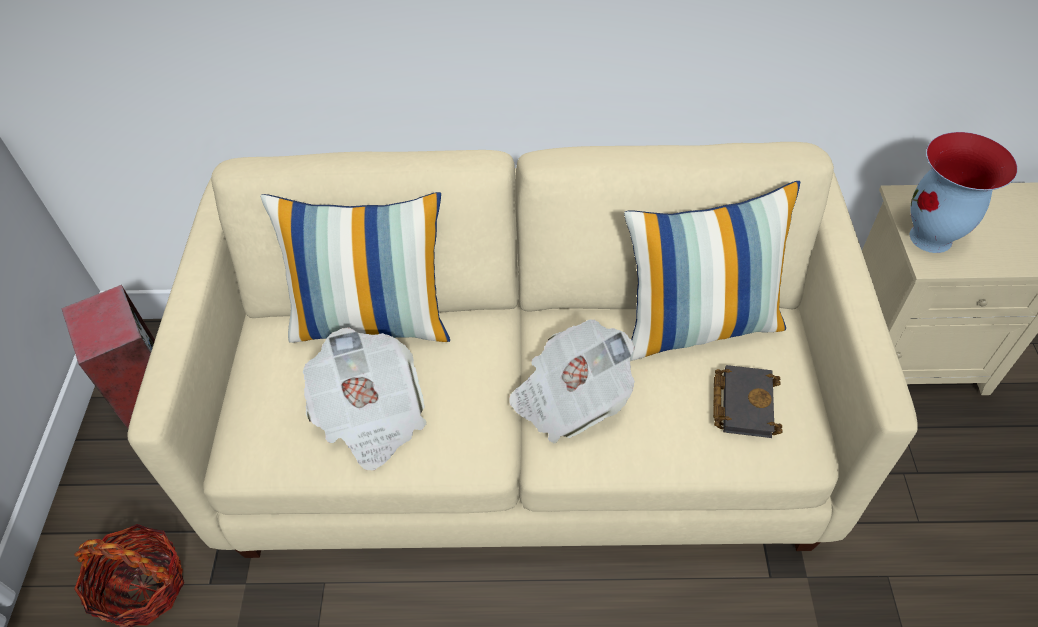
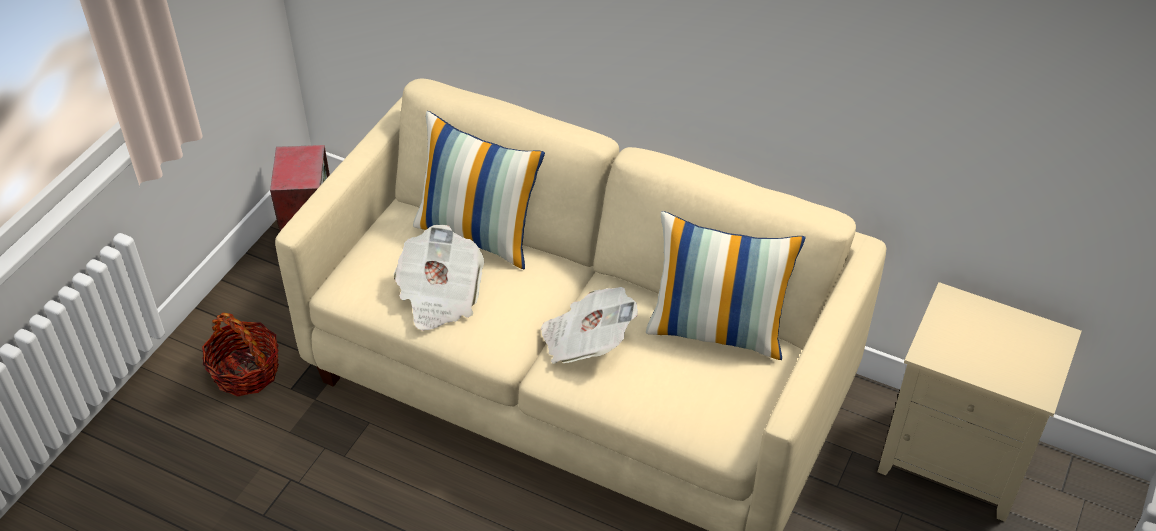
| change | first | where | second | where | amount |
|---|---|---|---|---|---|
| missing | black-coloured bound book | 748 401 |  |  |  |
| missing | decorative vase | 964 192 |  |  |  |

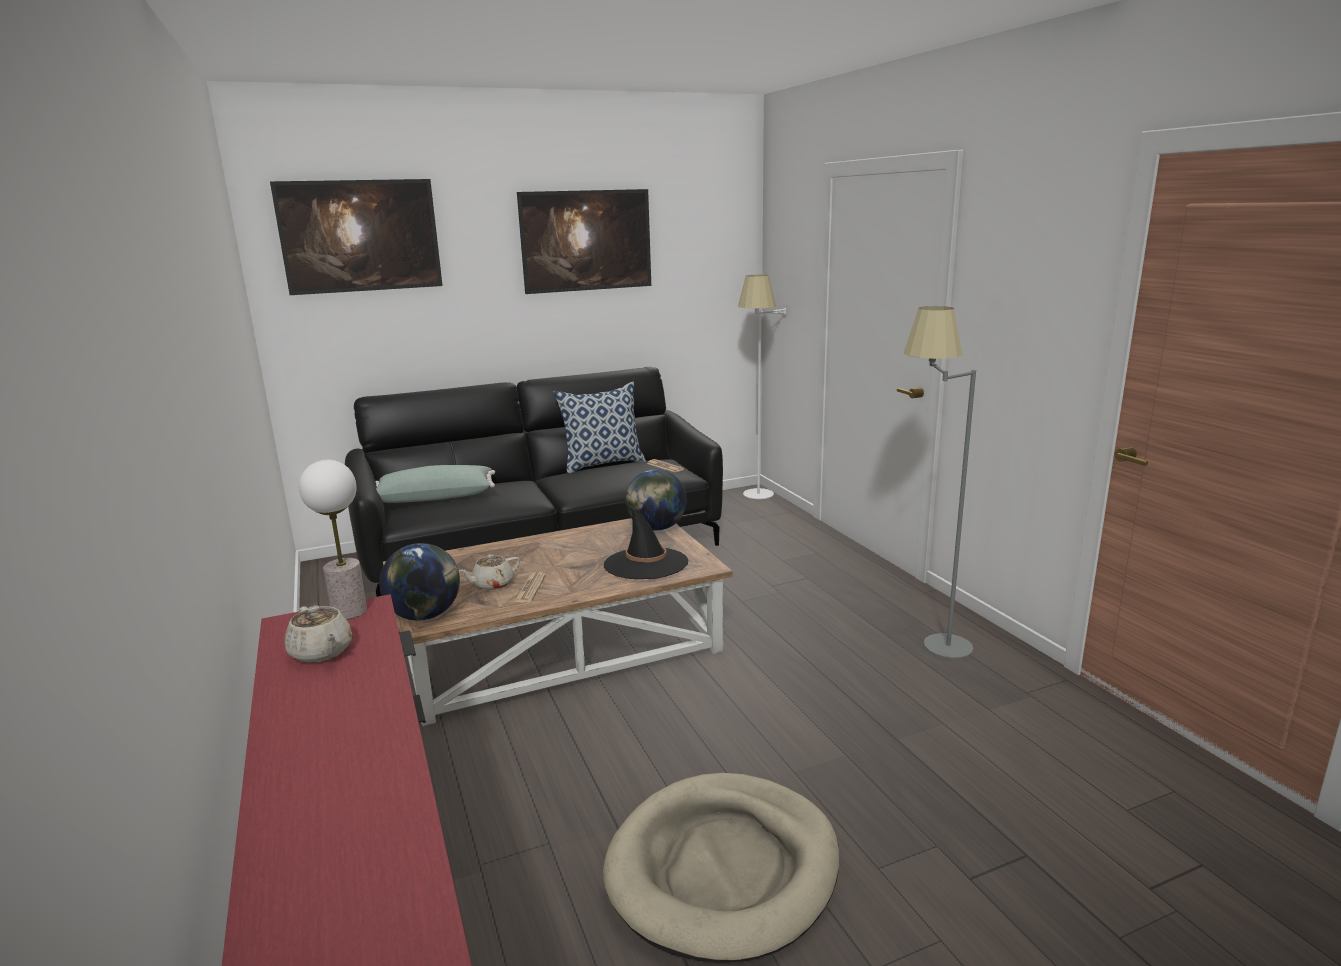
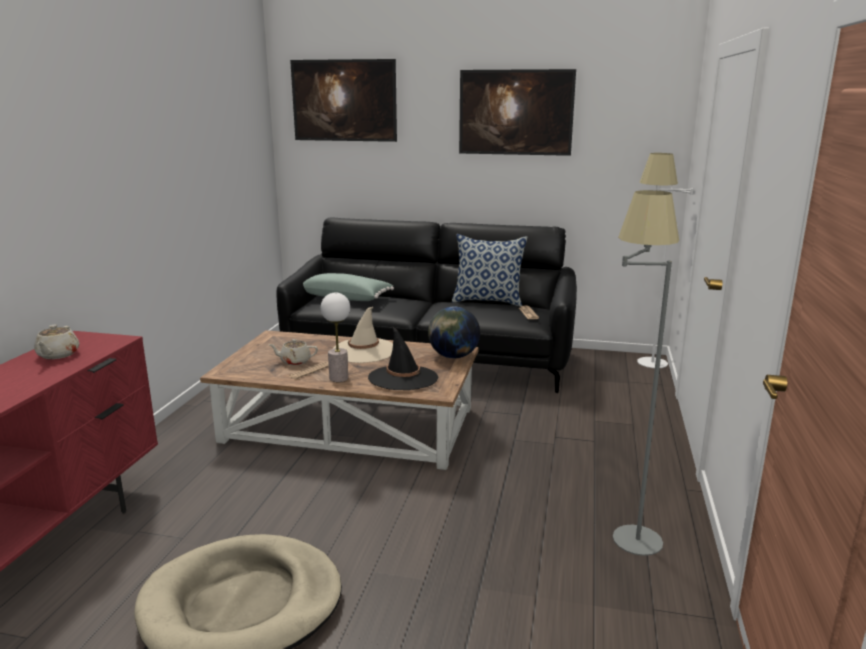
| change | first | where | second | where | amount |
|---|---|---|---|---|---|
| relocated | tabletop lamp | 333 539 |  | 335 337 |  |
| appeared |  |  | sand-coloured wearable hat | 363 335 |  |
| missing | world globe | 419 582 |  |  |  |

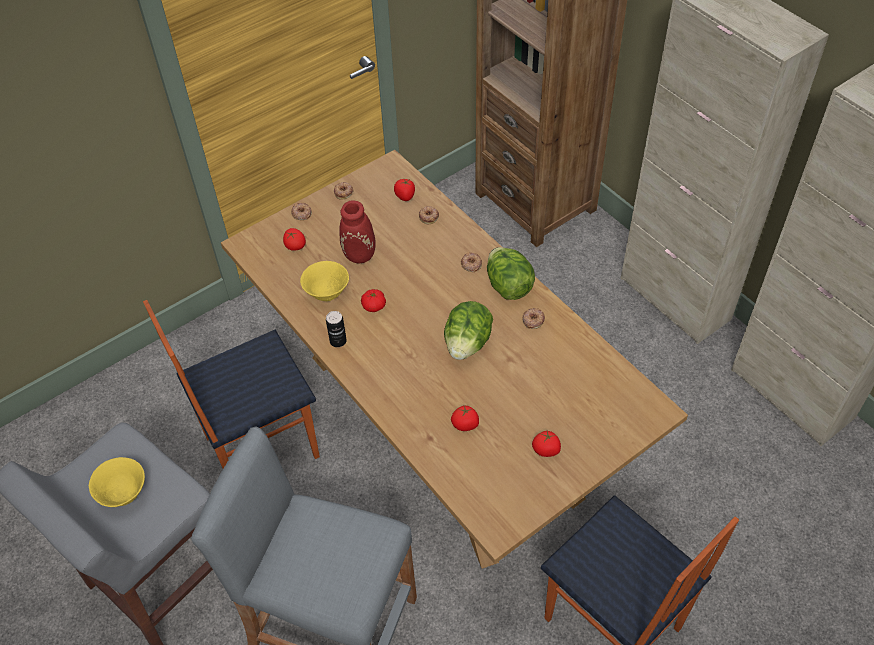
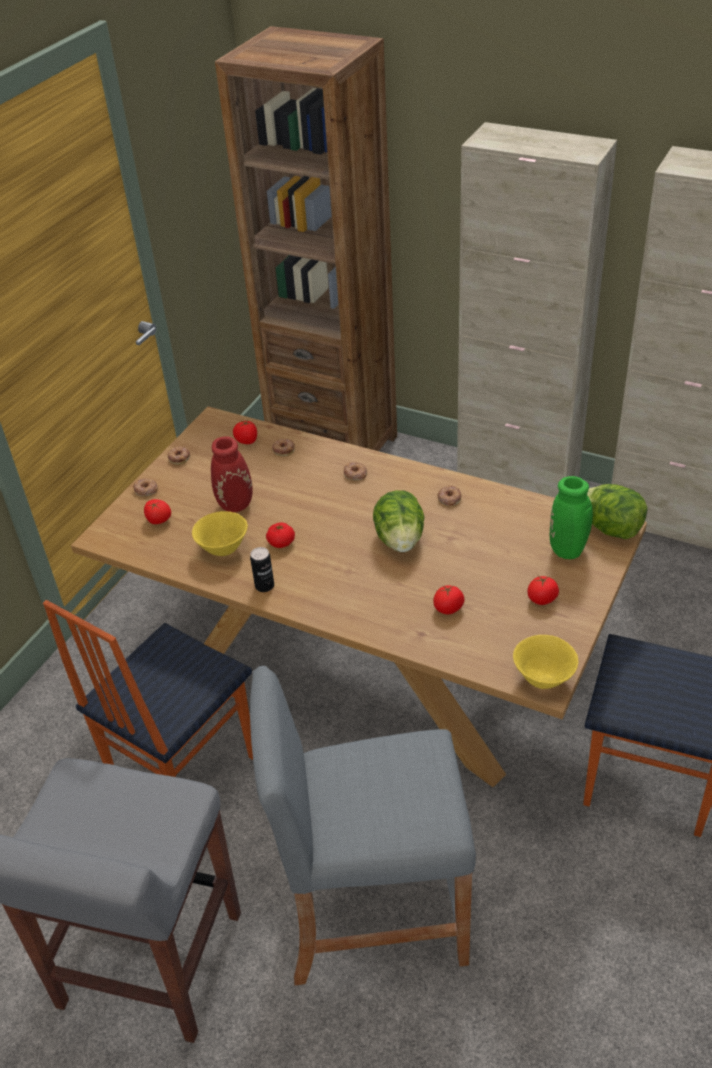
| change | first | where | second | where | amount |
|---|---|---|---|---|---|
| relocated | yellow-coloured deep dish | 117 482 |  | 545 662 |  |
| appeared |  |  | green decorative vase | 582 517 |  |
| relocated | lettuce head | 511 273 |  | 617 511 |  |

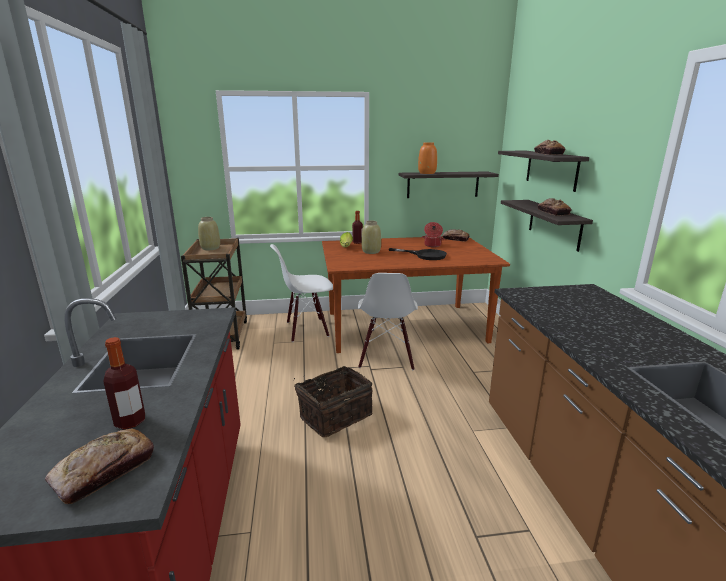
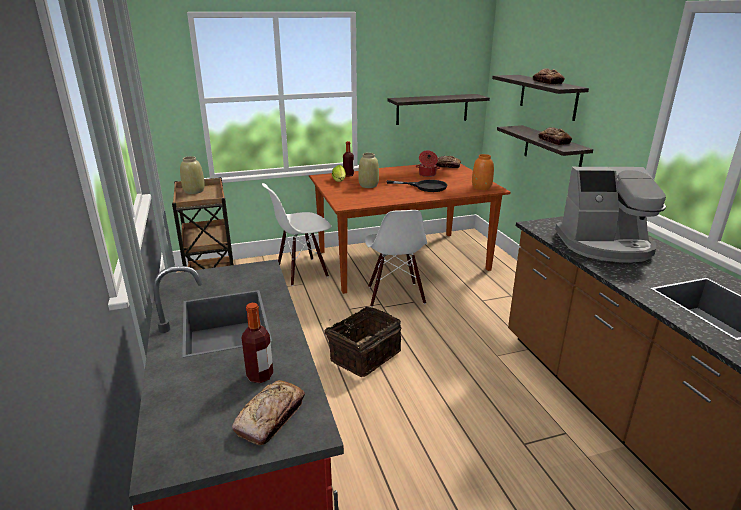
| change | first | where | second | where | amount |
|---|---|---|---|---|---|
| relocated | orangey decorative vase | 427 158 |  | 483 172 |  |
| appeared |  |  | coffee brewer | 610 214 |  |

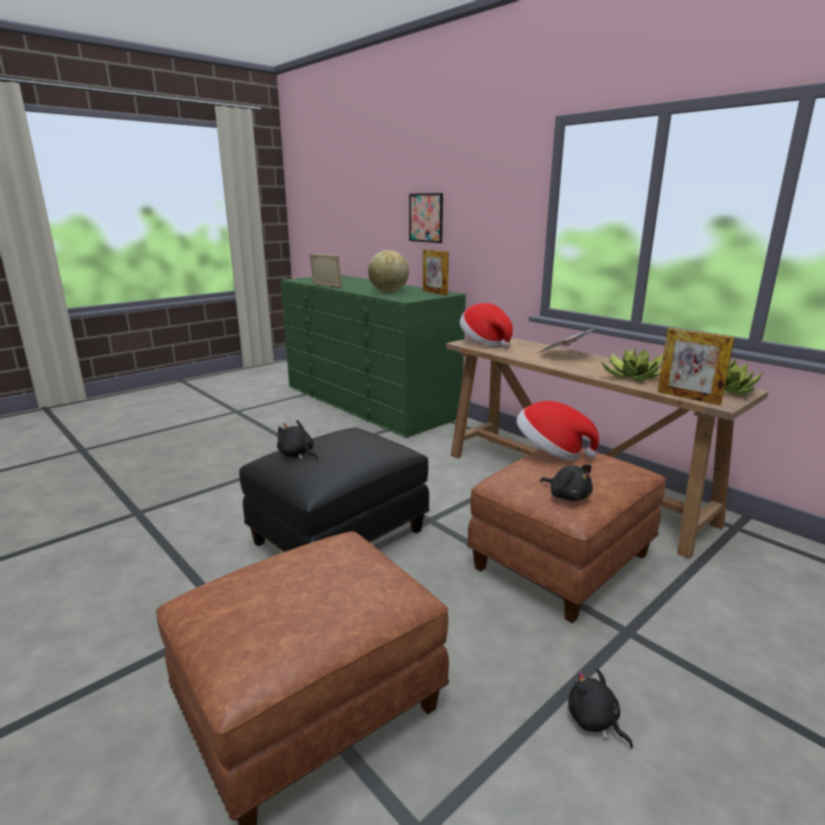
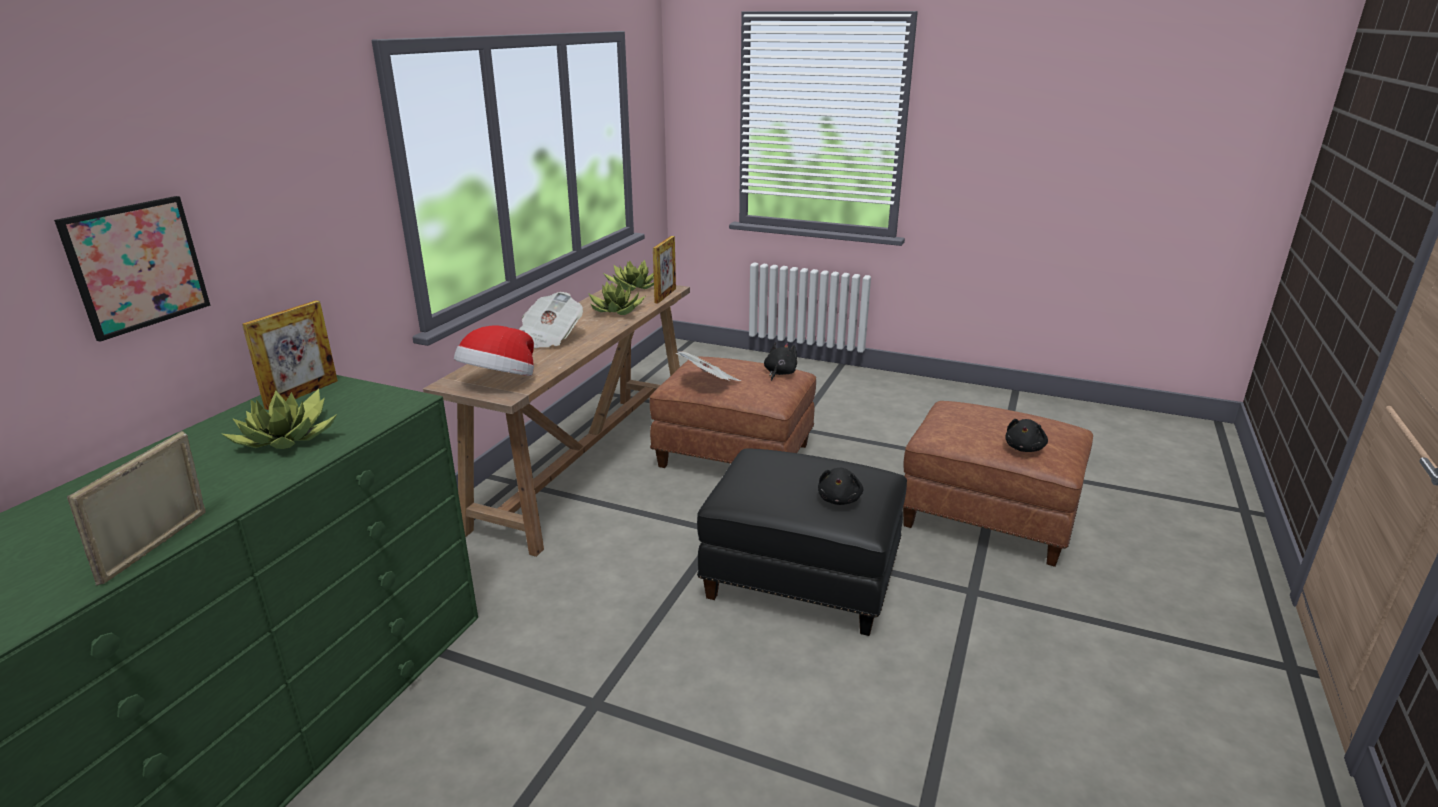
| change | first | where | second | where | amount |
|---|---|---|---|---|---|
| exchanged | world globe | 388 271 | potted plant | 279 419 |  |
| exchanged | wearable hat | 557 431 | printed paper | 708 366 |  |
| relocated | black-coloured cuddly toy | 600 708 |  | 1026 435 |  |

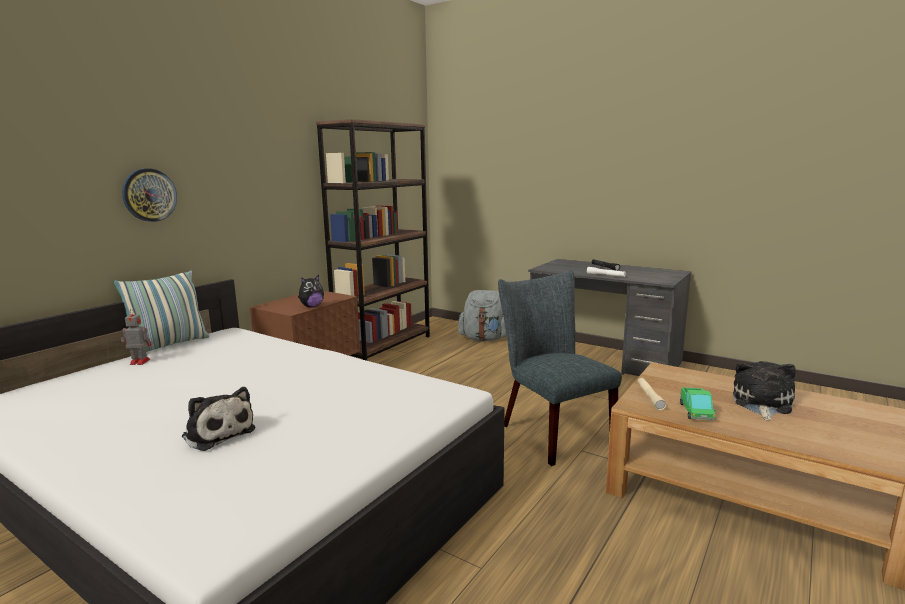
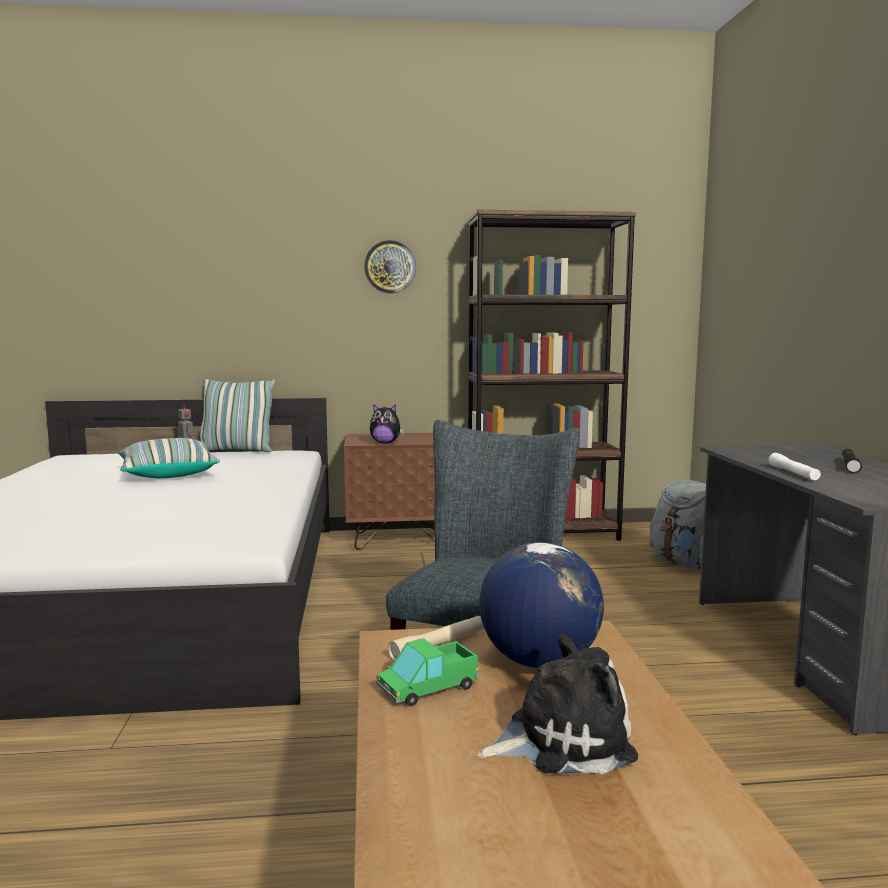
| change | first | where | second | where | amount |
|---|---|---|---|---|---|
| appeared |  |  | pillow | 169 458 |  |
| relocated | clock on the wall | 149 195 |  | 390 266 |  |
| appeared |  |  | world globe | 541 605 |  |
| missing | cuddly toy | 218 419 |  |  |  |

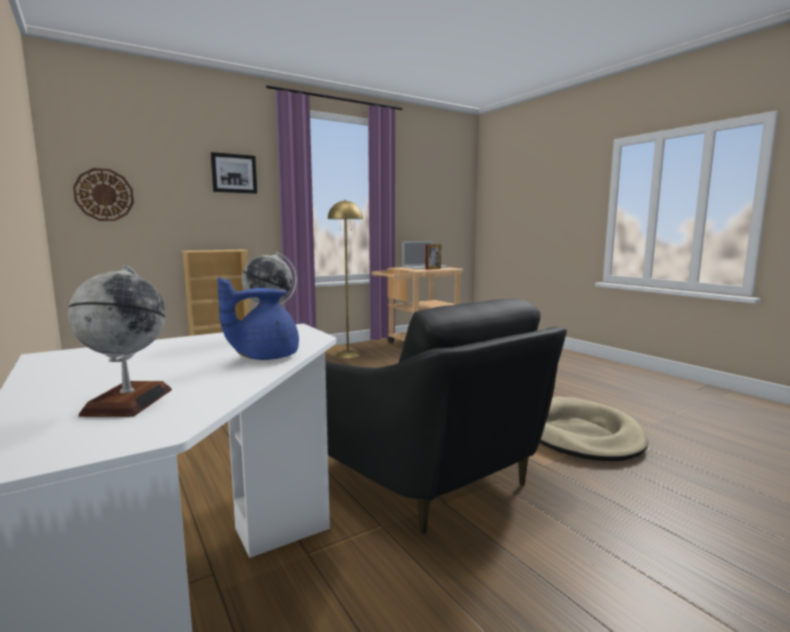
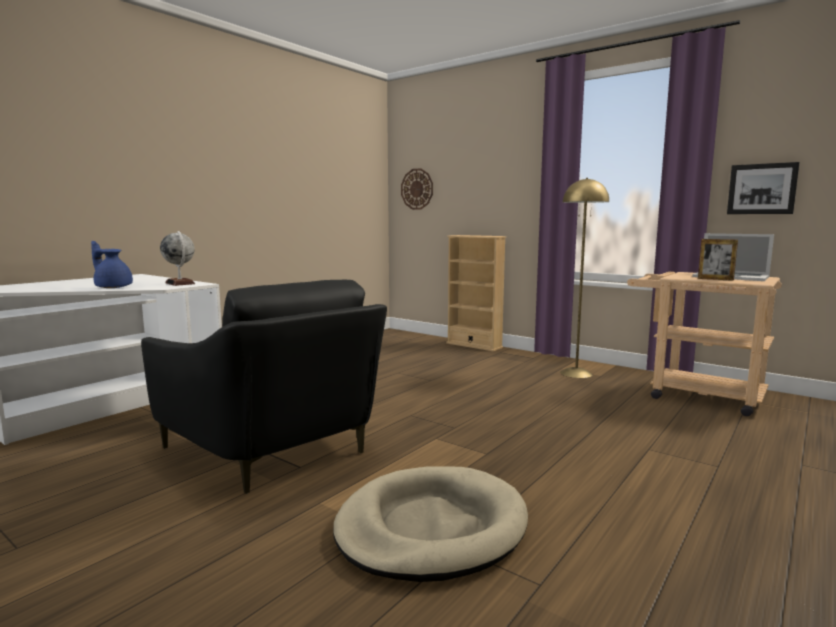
| change | first | where | second | where | amount |
|---|---|---|---|---|---|
| spun | black-coloured lounge chair | 446 417 |  | 264 387 | 75 degrees counterclockwise |
| relocated | wall art | 234 173 |  | 763 188 |  |
| missing | world globe | 120 341 |  |  |  |

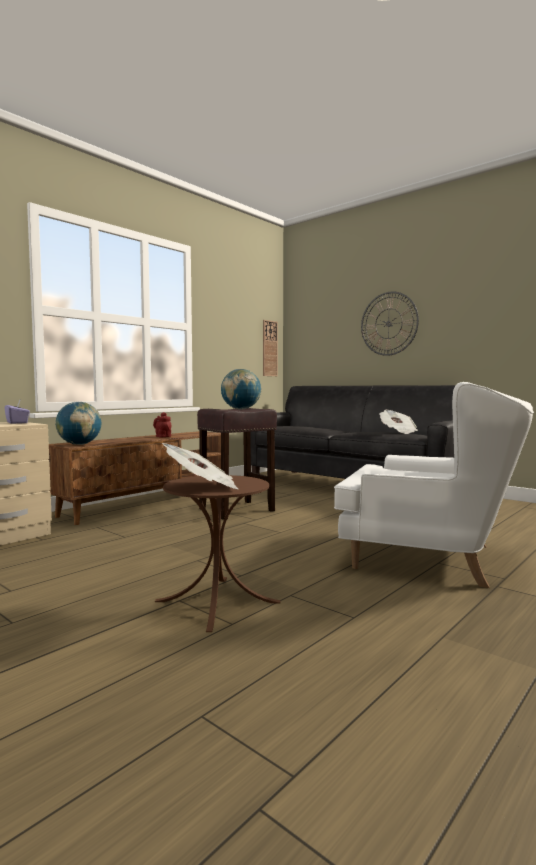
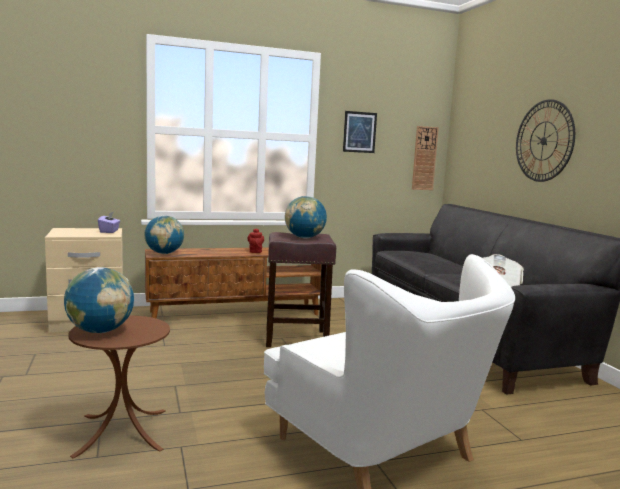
| change | first | where | second | where | amount |
|---|---|---|---|---|---|
| exchanged | printed paper | 200 466 | world globe | 99 300 |  |
| appeared |  |  | wall art | 360 132 |  |

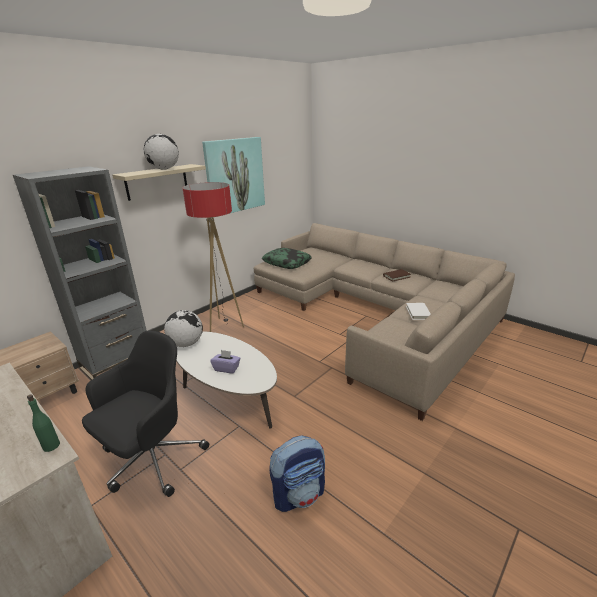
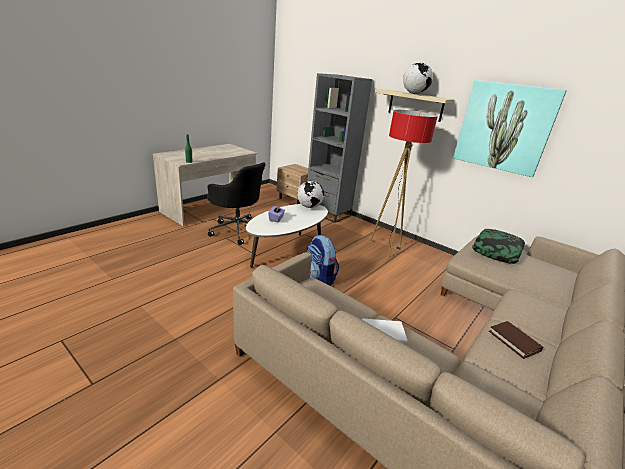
| change | first | where | second | where | amount |
|---|---|---|---|---|---|
| relocated | backpack | 297 473 |  | 323 260 |  |

